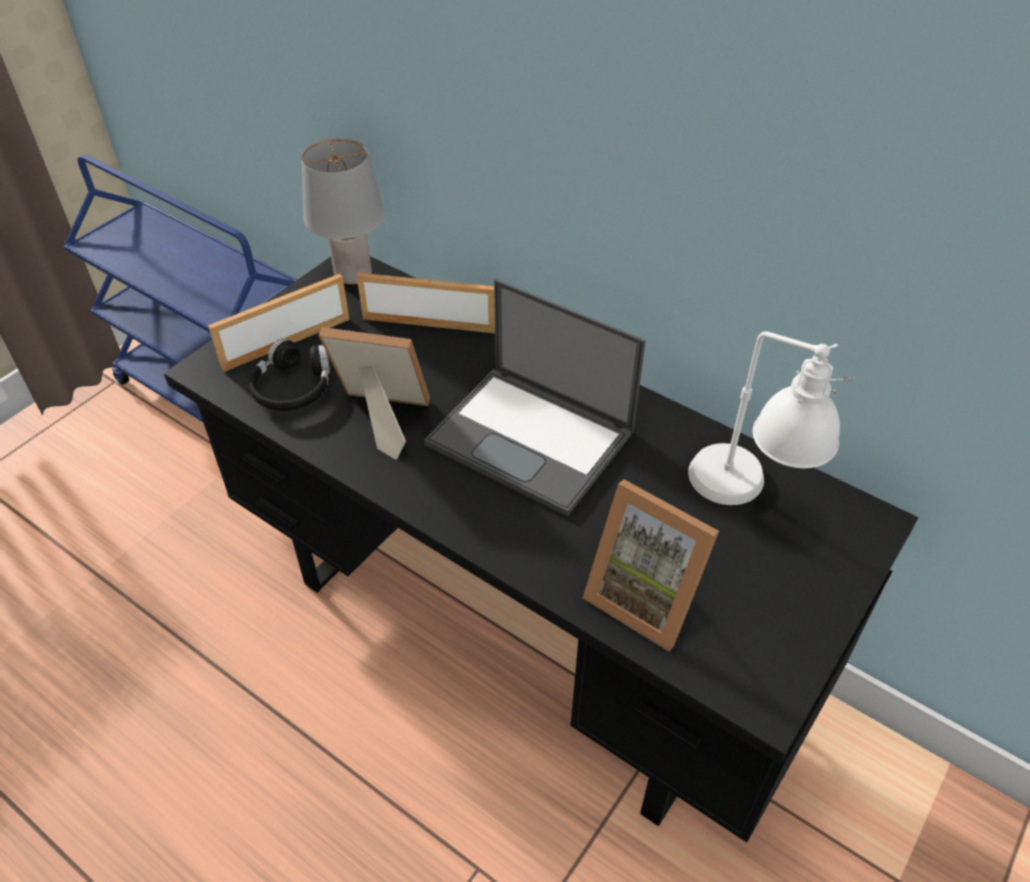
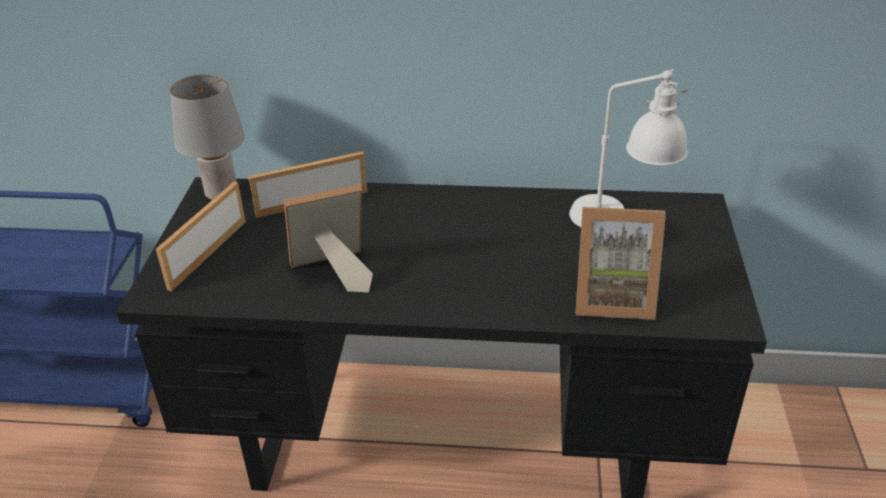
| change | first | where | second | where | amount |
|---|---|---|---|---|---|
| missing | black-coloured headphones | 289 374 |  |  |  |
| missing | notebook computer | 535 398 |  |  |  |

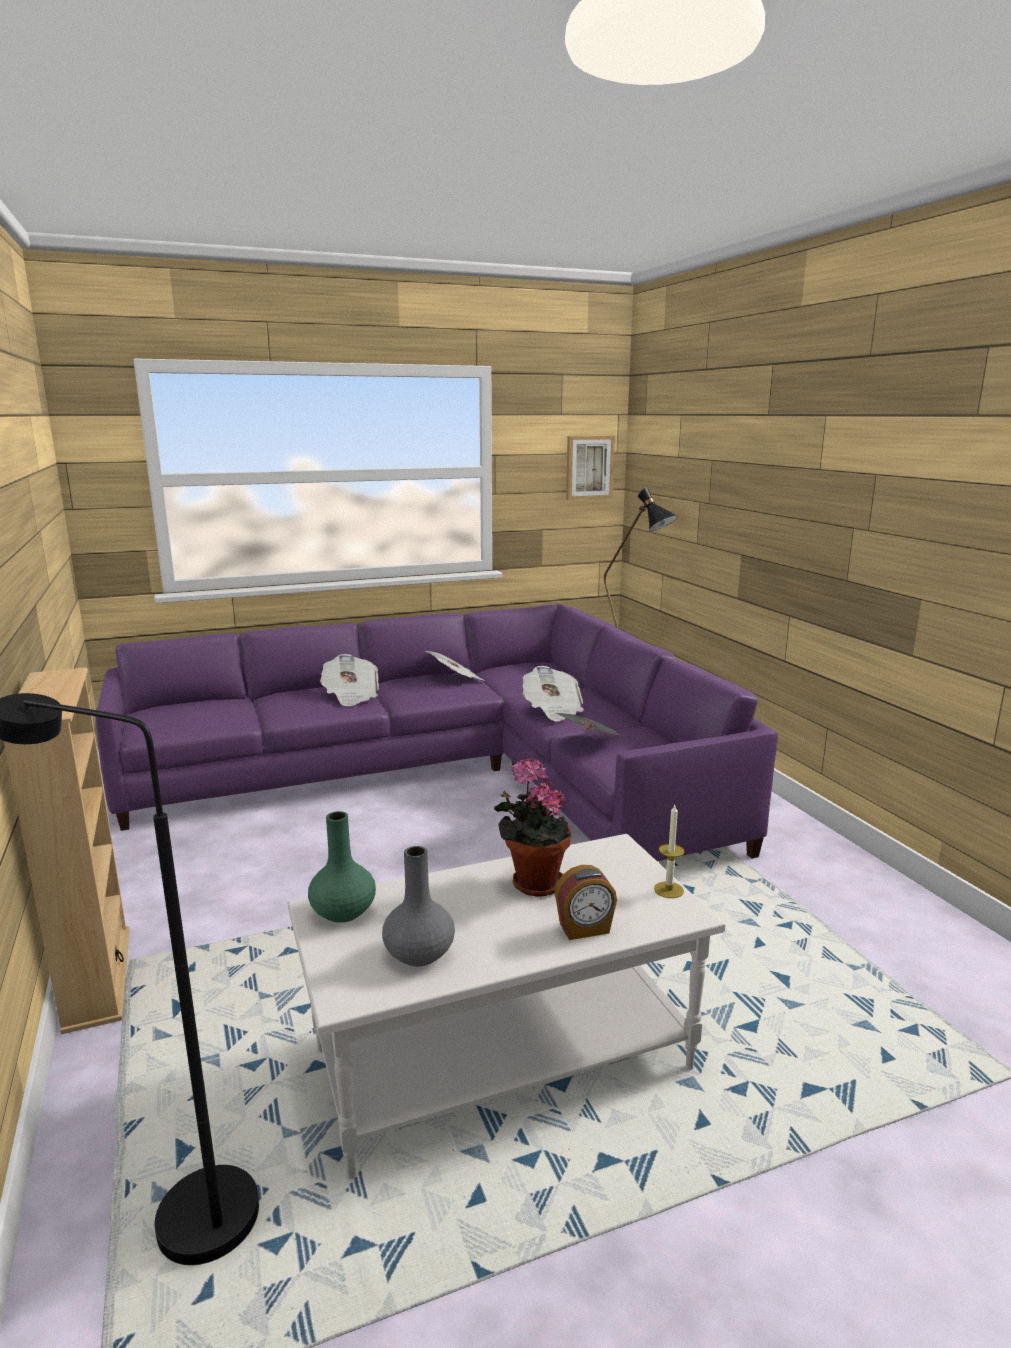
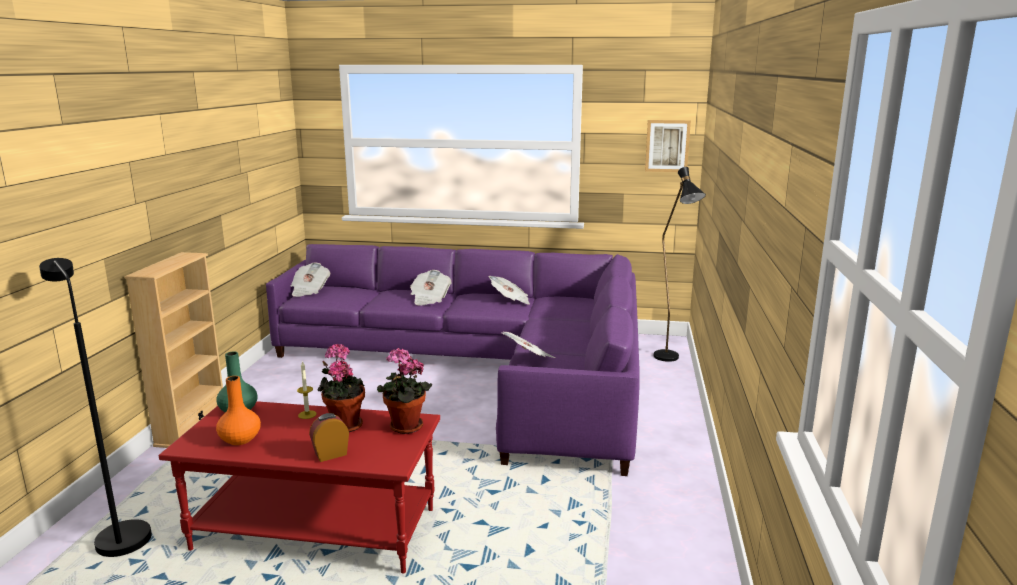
| change | first | where | second | where | amount |
|---|---|---|---|---|---|
| colour | white lounge table | 506 1006 | red lounge table | 299 487 |  |
| colour | greyish decorative vase | 418 906 | orangey decorative vase | 238 410 |  |
| relocated | printed paper | 553 694 |  | 310 280 |  |
| relocated | candle | 669 851 |  | 307 390 |  |
| spun | bedside clock | 586 902 |  | 329 437 | 135 degrees clockwise |
| appeared |  |  | potted plant | 404 391 |  |

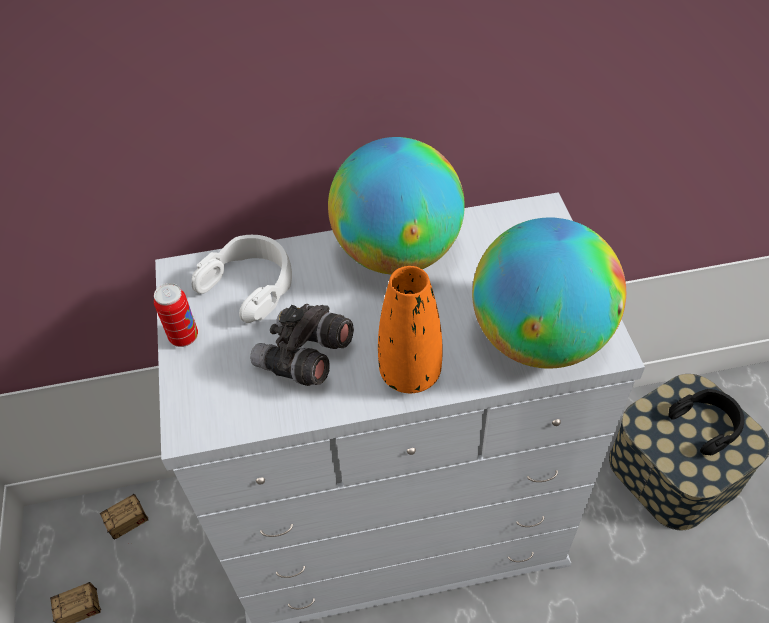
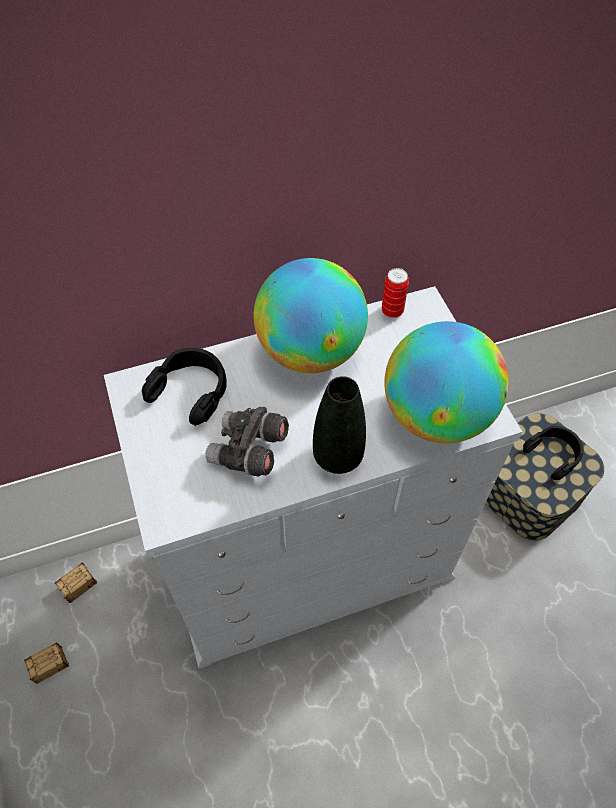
| change | first | where | second | where | amount |
|---|---|---|---|---|---|
| colour | white headphones | 242 279 | black-coloured headphones | 184 387 |  |
| colour | orangey decorative vase | 410 329 | black-coloured decorative vase | 339 425 |  |
| relocated | metal can | 176 315 |  | 395 293 |  |

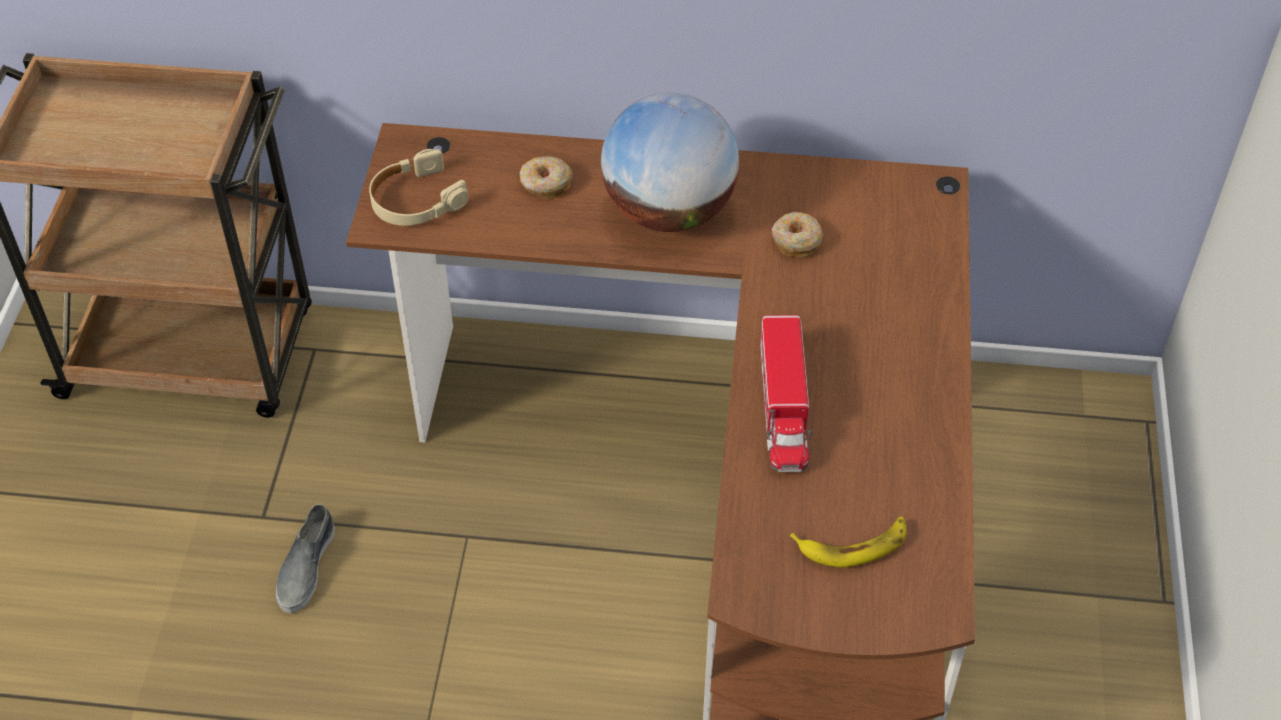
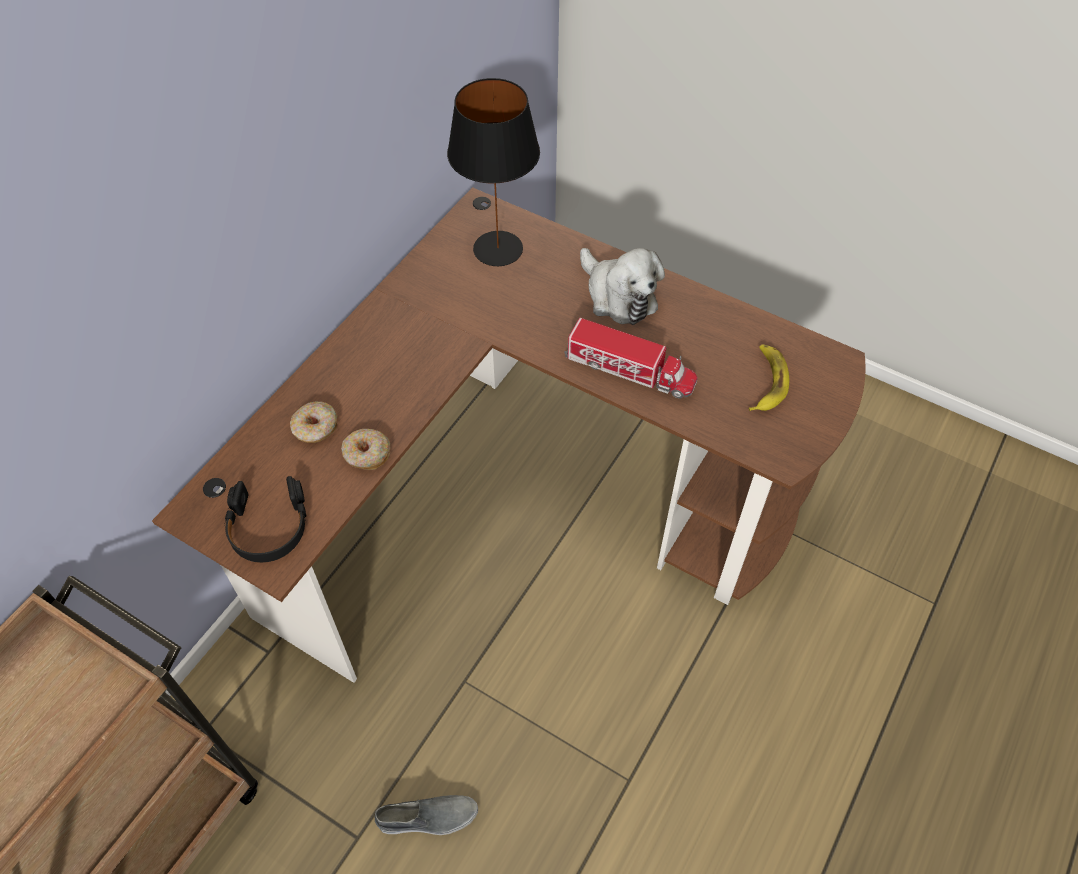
| change | first | where | second | where | amount |
|---|---|---|---|---|---|
| colour | sand-coloured headphones | 418 187 | black-coloured headphones | 265 519 |  |
| relocated | donut | 797 235 |  | 366 449 |  |
| spun | greyish shoe | 305 558 |  | 426 815 | 45 degrees counterclockwise |
| appeared |  |  | black-coloured tabletop lamp | 493 172 |  |
| appeared |  |  | cuddly toy | 622 286 |  |
| missing | world globe | 670 162 |  |  |  |

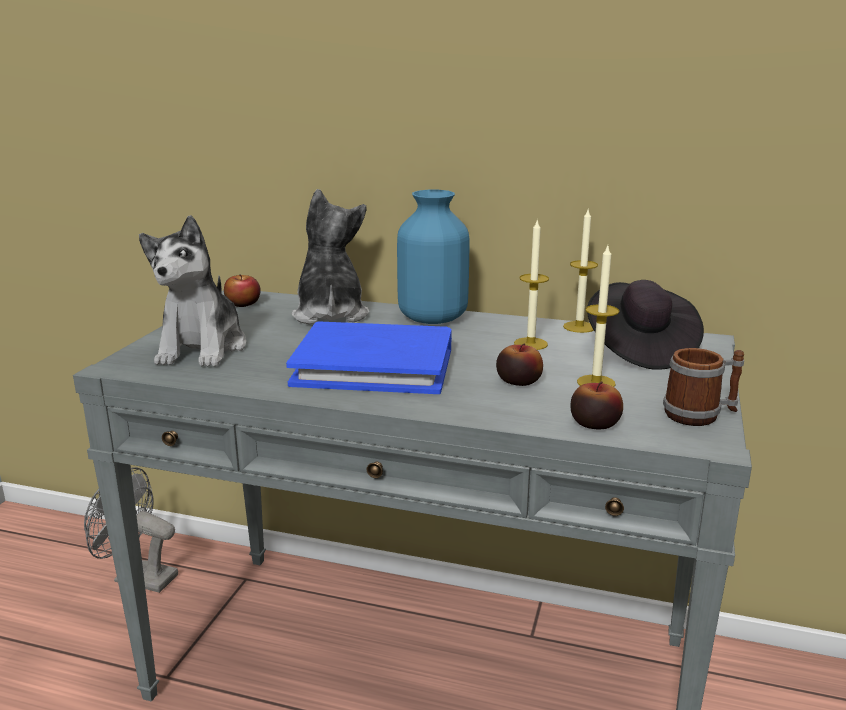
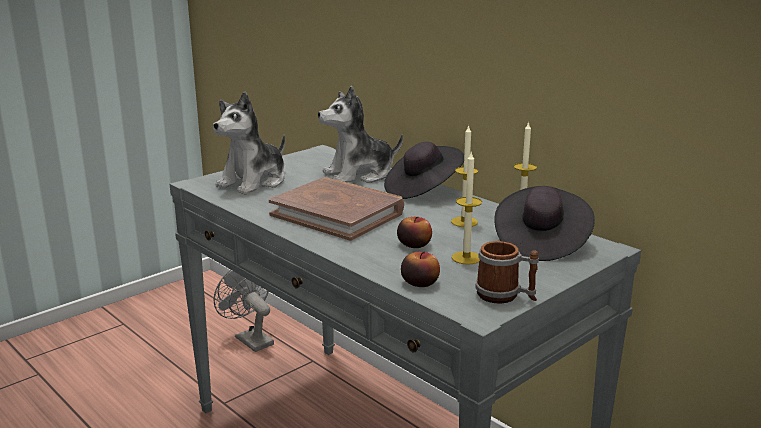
| change | first | where | second | where | amount |
|---|---|---|---|---|---|
| colour | blue bound book | 369 357 | brown-coloured bound book | 336 209 |  |
| spun | cuddly toy | 330 256 |  | 360 134 | 135 degrees counterclockwise |
| exchanged | blue decorative vase | 433 257 | black-coloured wearable hat | 424 170 |  |
| missing | apple | 242 291 |  |  |  |

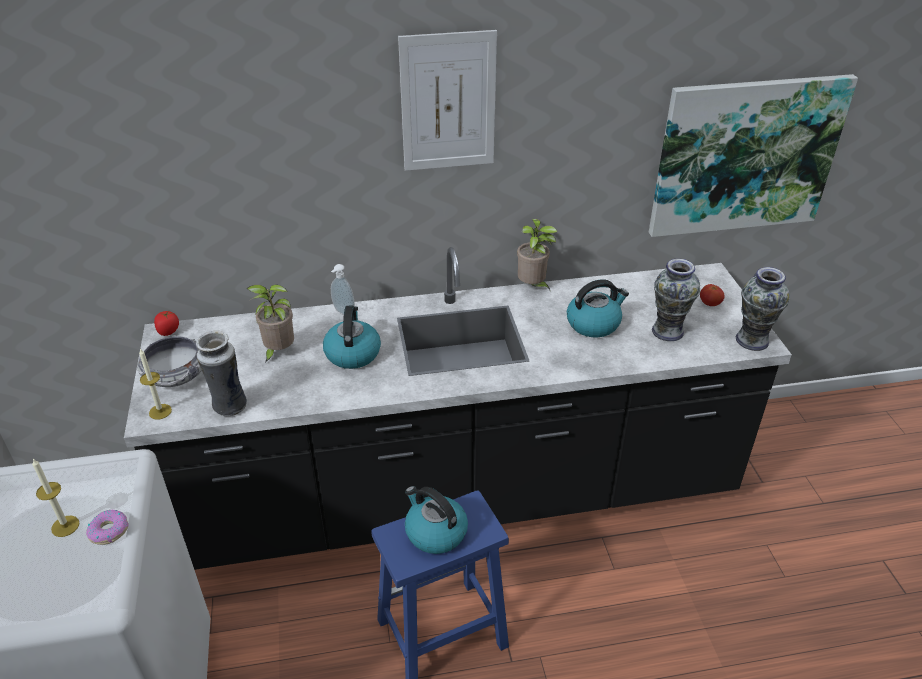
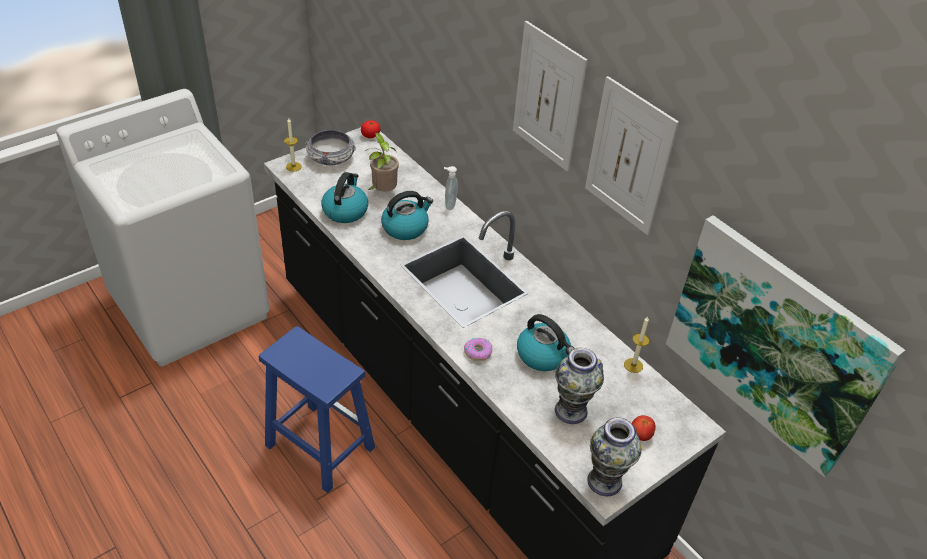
| change | first | where | second | where | amount |
|---|---|---|---|---|---|
| relocated | tea kettle | 436 520 |  | 345 197 |  |
| relocated | donut | 107 527 |  | 478 349 |  |
| appeared |  |  | wall art | 632 155 |  |
| relocated | candle | 56 498 |  | 636 345 |  |
| missing | decorative vase | 221 373 |  |  |  |
| missing | potted plant | 537 255 |  |  |  |

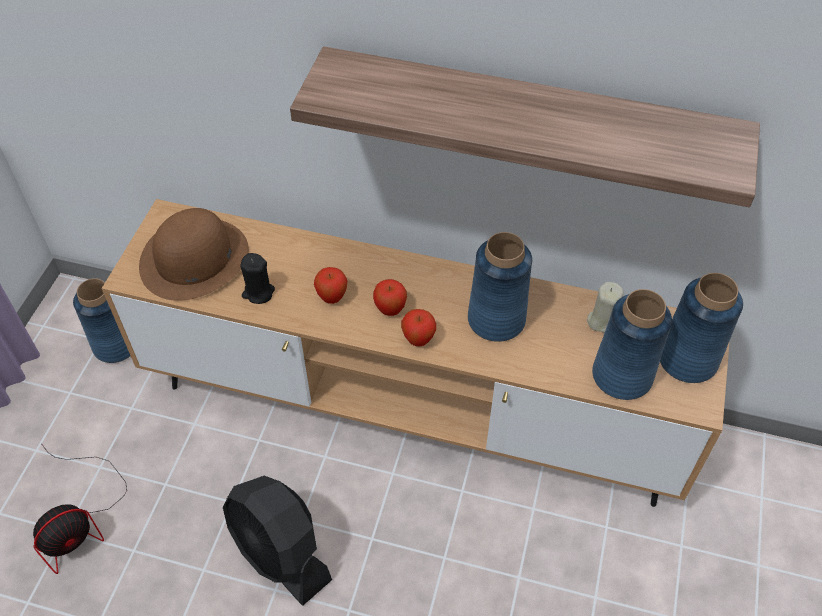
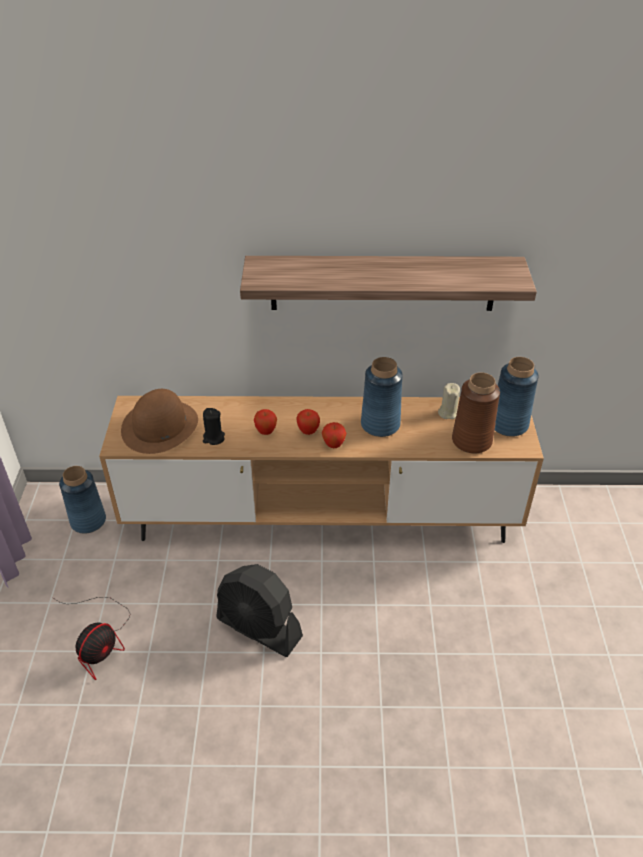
| change | first | where | second | where | amount |
|---|---|---|---|---|---|
| colour | blue decorative vase | 632 344 | brown-coloured decorative vase | 476 413 |  |

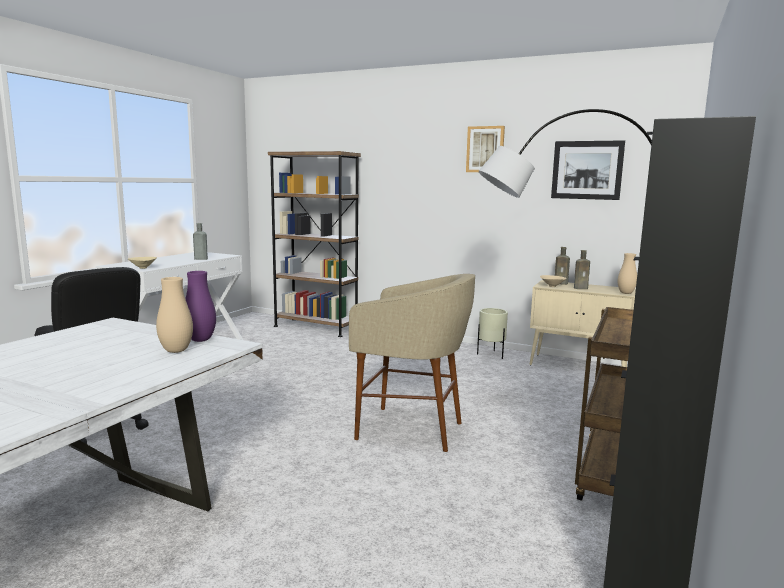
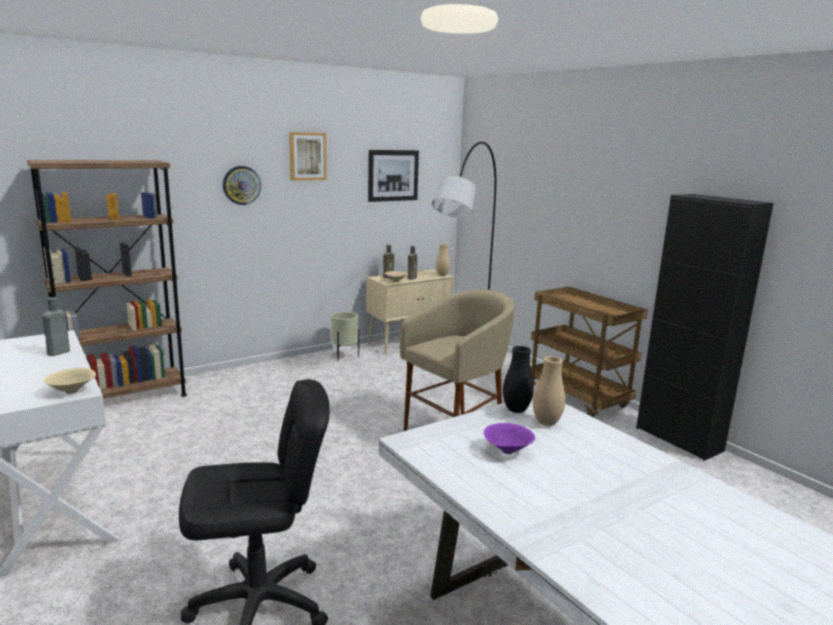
| change | first | where | second | where | amount |
|---|---|---|---|---|---|
| appeared |  |  | clock on the wall | 242 185 |  |
| appeared |  |  | purple-coloured deep dish | 509 438 |  |
| colour | purple-coloured decorative vase | 200 306 | black-coloured decorative vase | 518 379 |  |

